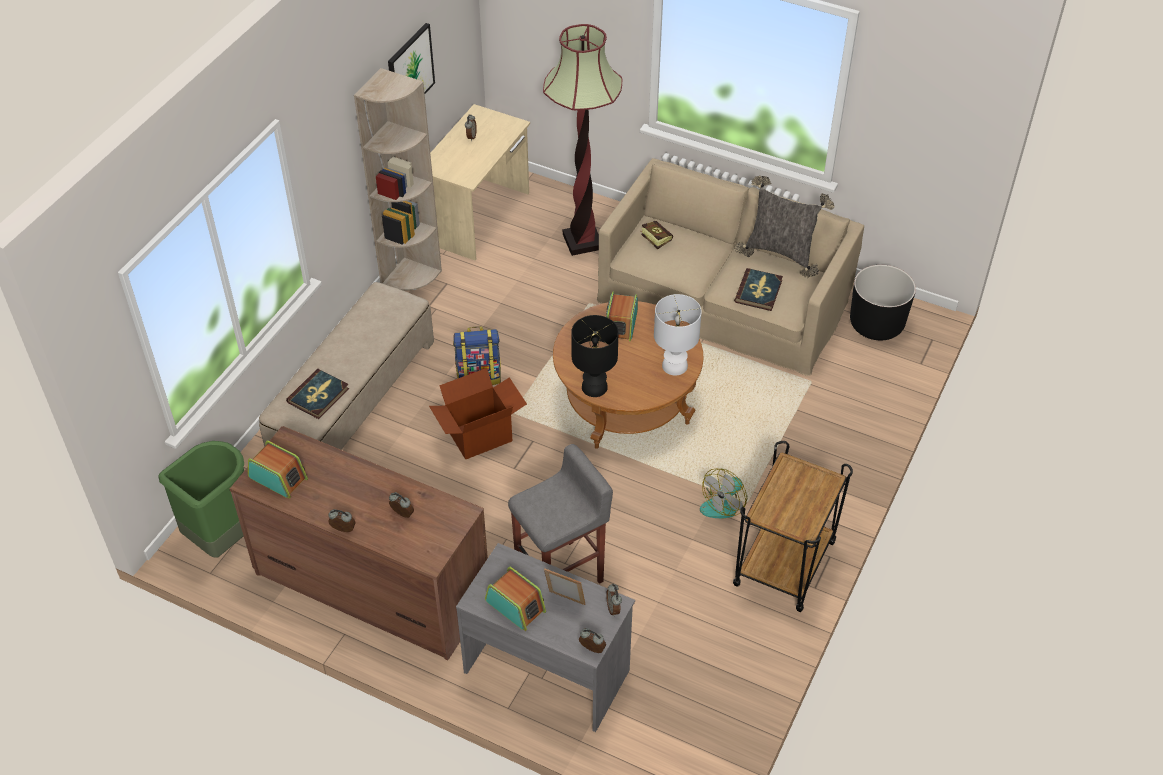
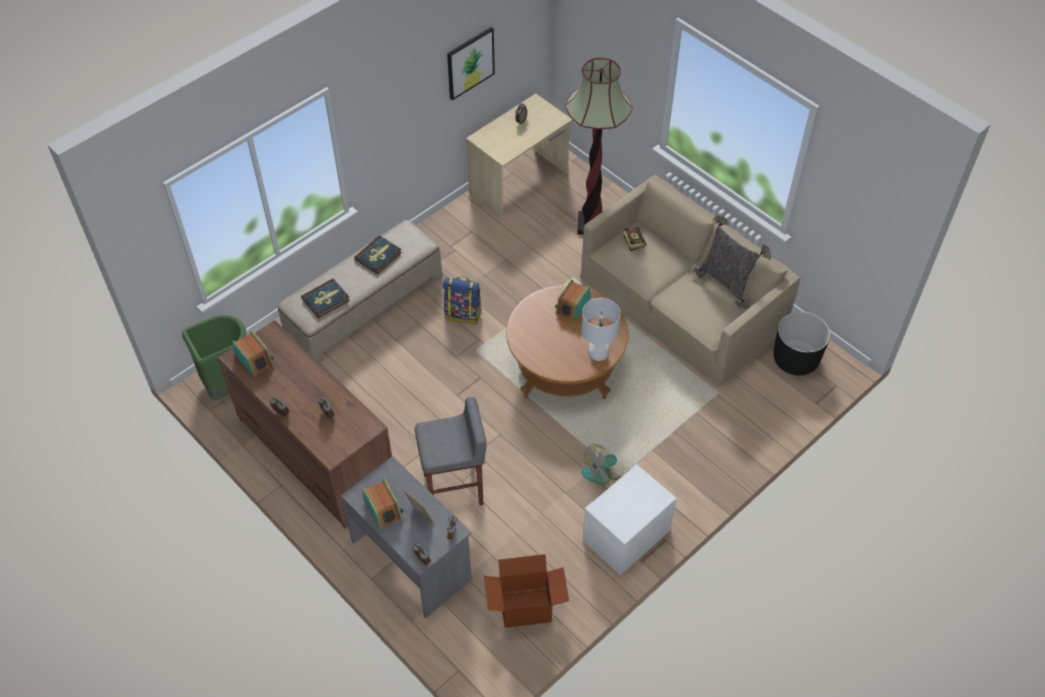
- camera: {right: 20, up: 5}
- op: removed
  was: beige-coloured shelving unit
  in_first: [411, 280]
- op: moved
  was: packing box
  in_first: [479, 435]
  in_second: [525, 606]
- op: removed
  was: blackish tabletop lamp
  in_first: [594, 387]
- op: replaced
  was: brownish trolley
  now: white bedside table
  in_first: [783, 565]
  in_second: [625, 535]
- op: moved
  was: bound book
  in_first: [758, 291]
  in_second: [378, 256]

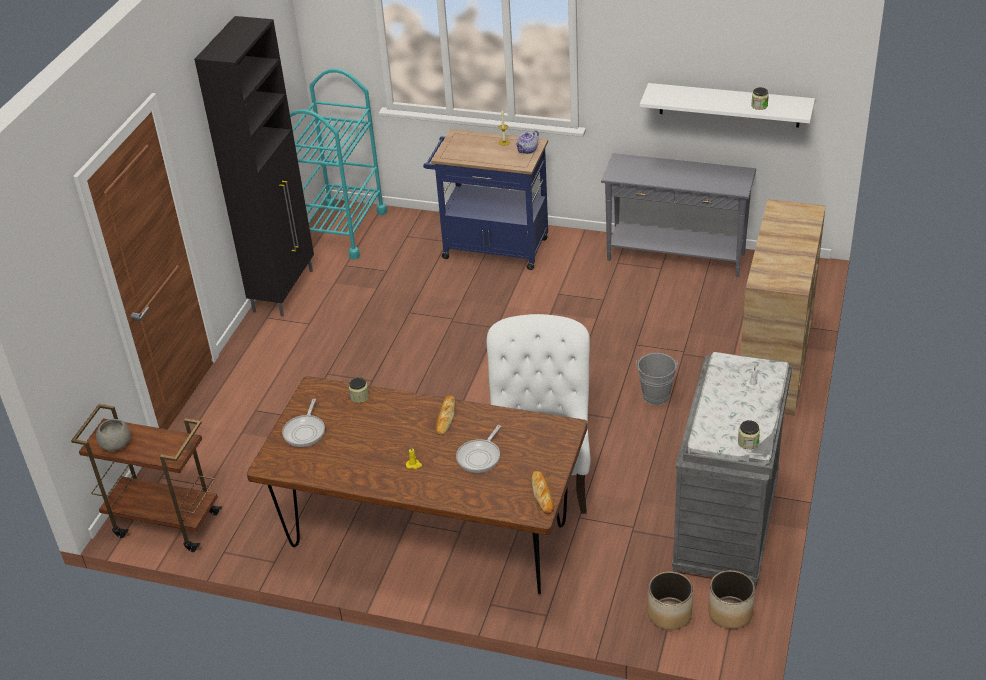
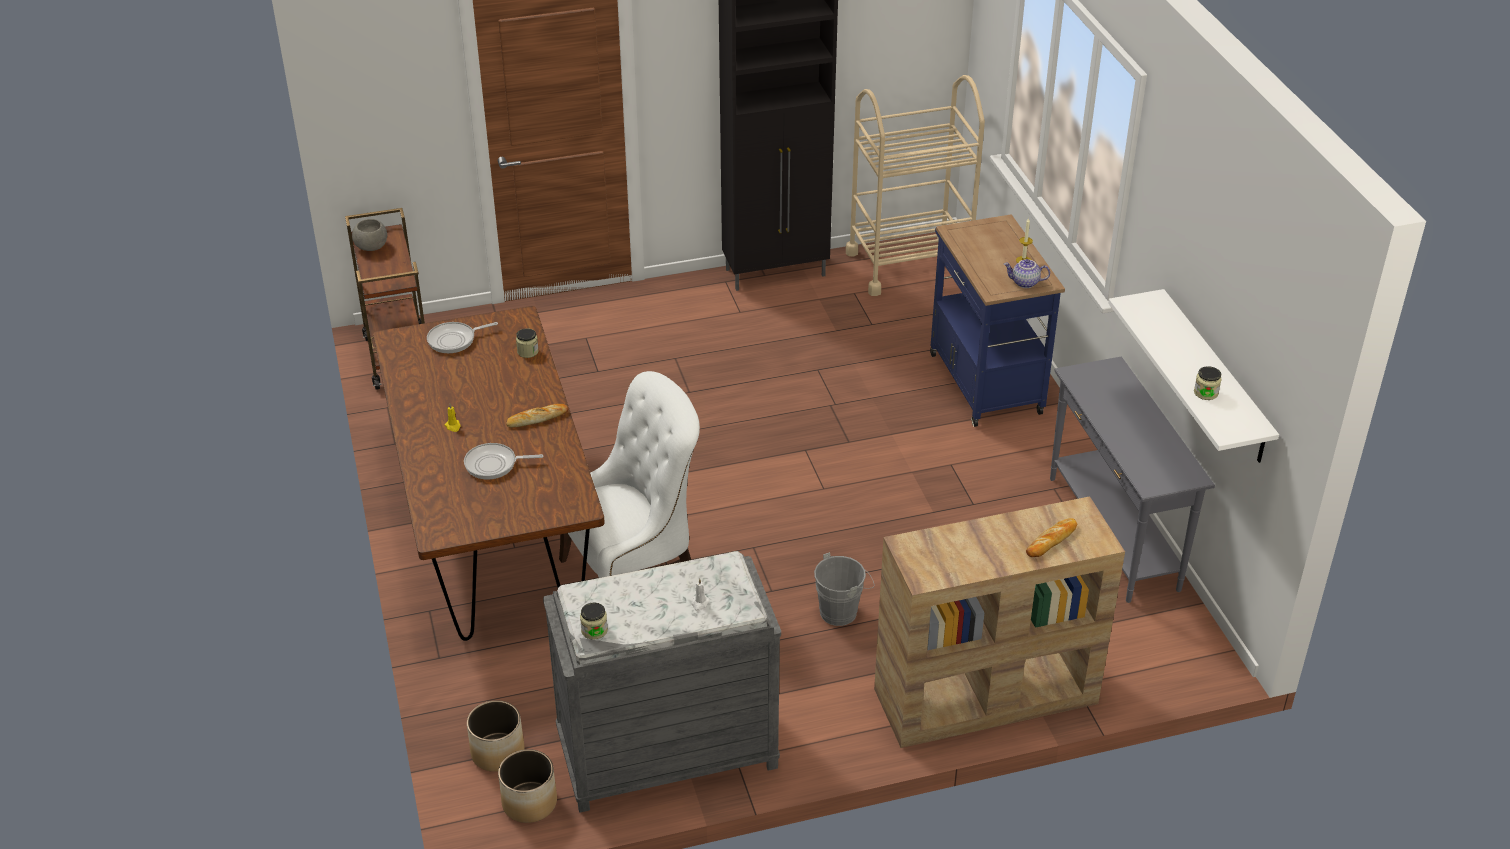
- camera: {right: 55, up: 0}
- op: recoloured
  was: turquoise trolley
  now: beige-coloured trolley
  in_first: [342, 230]
  in_second: [909, 265]
- op: moved
  was: bakery bread
  in_first: [542, 494]
  in_second: [1051, 540]

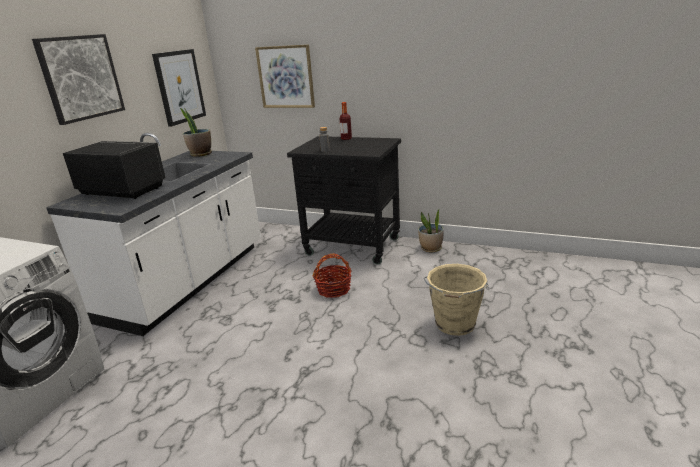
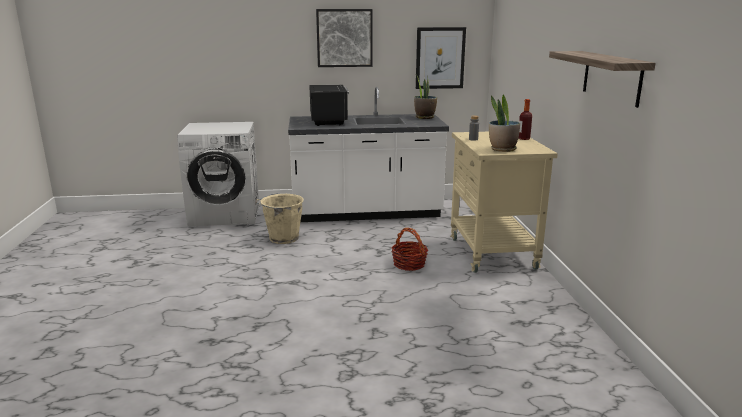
- camera: {right: 60, up: -5}
- op: removed
  was: wall picture
  in_first: [286, 77]
- op: recoloured
  was: blackish trolley
  now: beige-coloured trolley
  in_first: [353, 247]
  in_second: [492, 254]
- op: moved
  was: houseplant
  in_first: [431, 248]
  in_second: [502, 149]
- op: moved
  was: beige-coloured pail
  in_first: [454, 325]
  in_second: [282, 238]
- op: added
  now: wall shelf
  in_second: [611, 77]

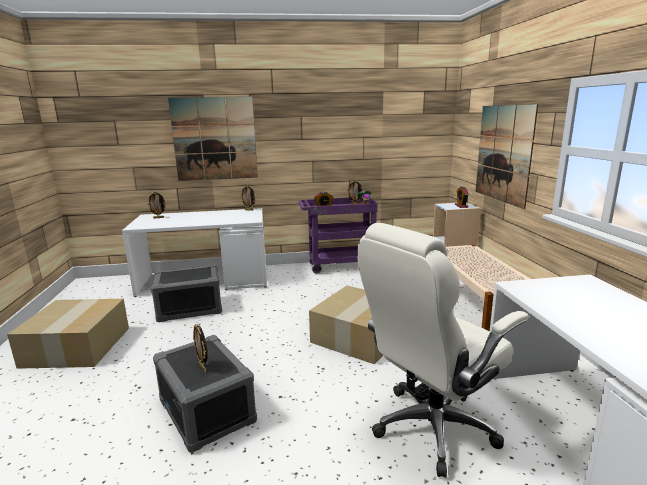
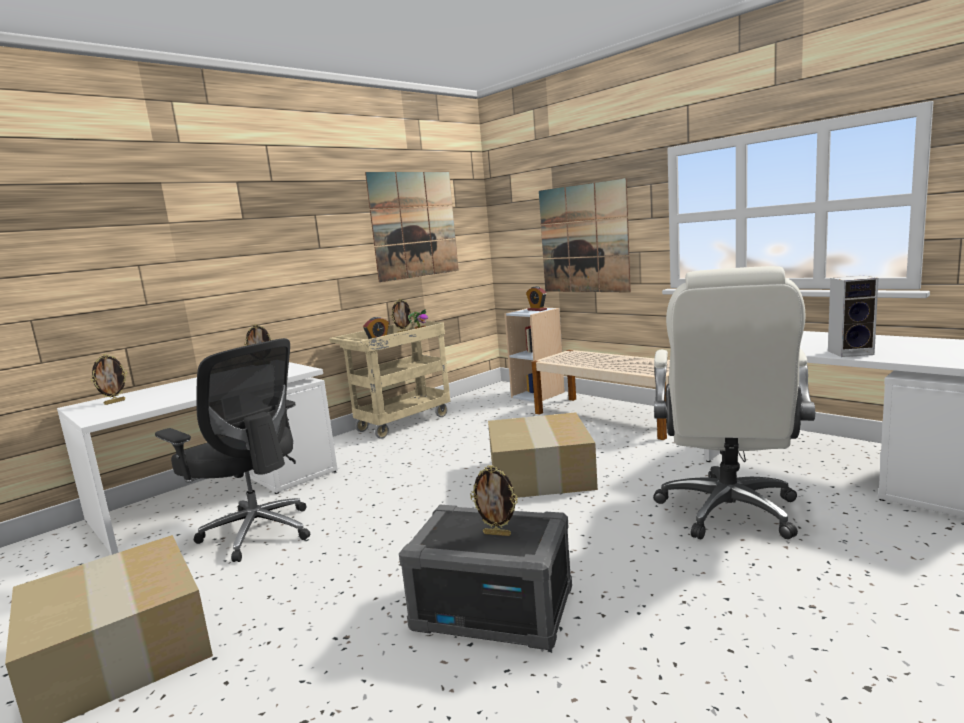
- camera: {right: -35, up: -5}
- op: replaced
  was: greyish storage container
  now: office chair
  in_first: [189, 309]
  in_second: [256, 531]
- op: moved
  was: wall picture
  in_first: [214, 139]
  in_second: [414, 225]
- op: recoloured
  was: purplish trolley
  now: beige-coloured trolley
  in_first: [338, 267]
  in_second: [400, 425]
- op: added
  now: audio speaker
  in_second: [851, 352]

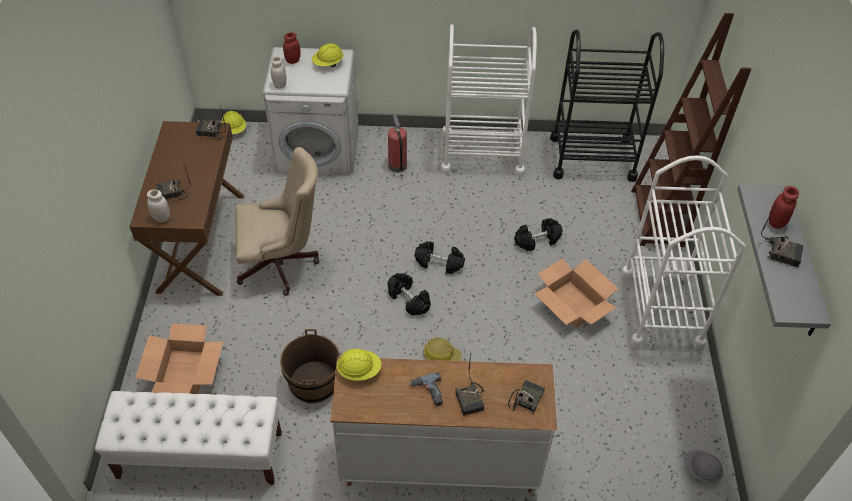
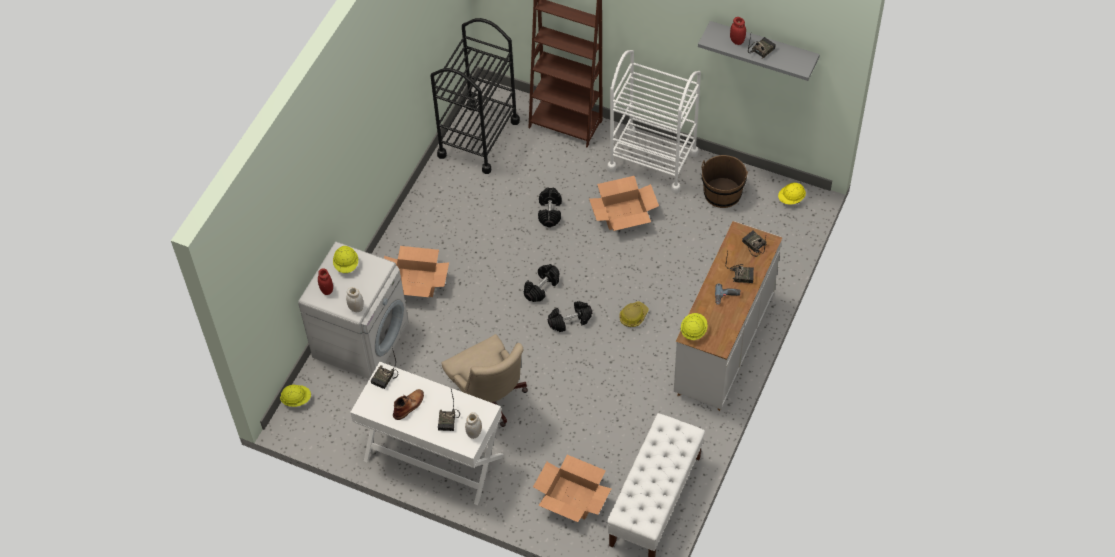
- camera: {right: -65, up: 5}
- op: recoloured
  was: brownish desk unit
  now: white desk unit
  in_first: [201, 242]
  in_second: [433, 458]
- op: turned
  was: beige-coloured office chair
  in_first: [282, 264]
  in_second: [489, 401]
  clockwise: 135
- op: moved
  was: brownish pail
  in_first: [313, 382]
  in_second: [722, 193]
- op: replaced
  was: fire-fighting cylinder
  now: packing box
  in_first: [397, 166]
  in_second: [415, 282]
- op: removed
  was: white trolley
  in_first: [482, 153]
- op: recoloured
  was: greyish safety helmet
  now: yellow-coloured safety helmet
  in_first: [700, 471]
  in_second: [791, 199]
- op: added
  now: brownish high-top boot
  in_second: [409, 405]

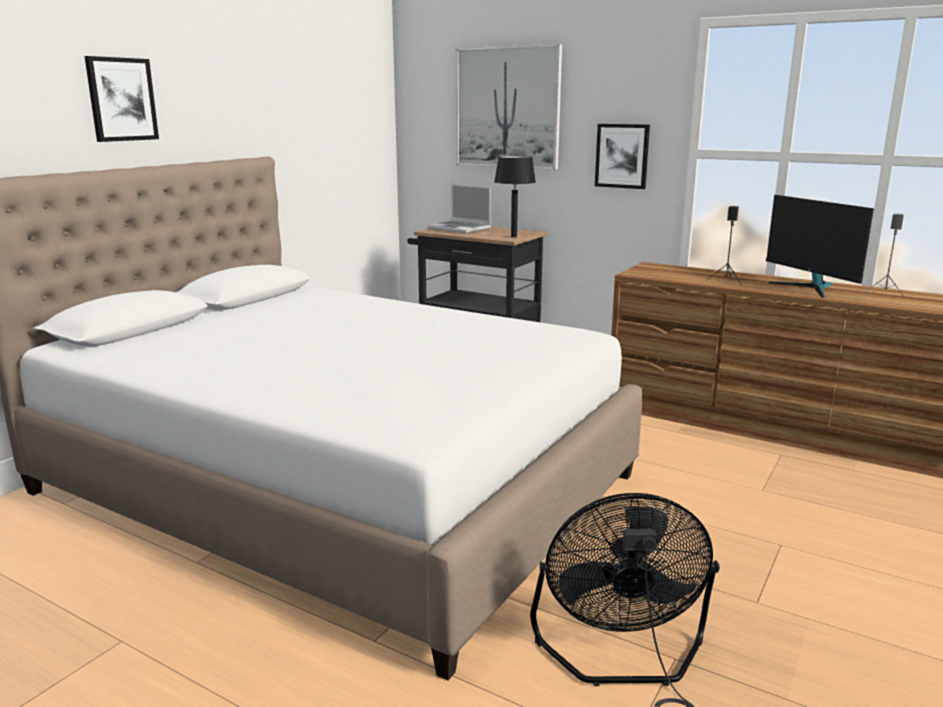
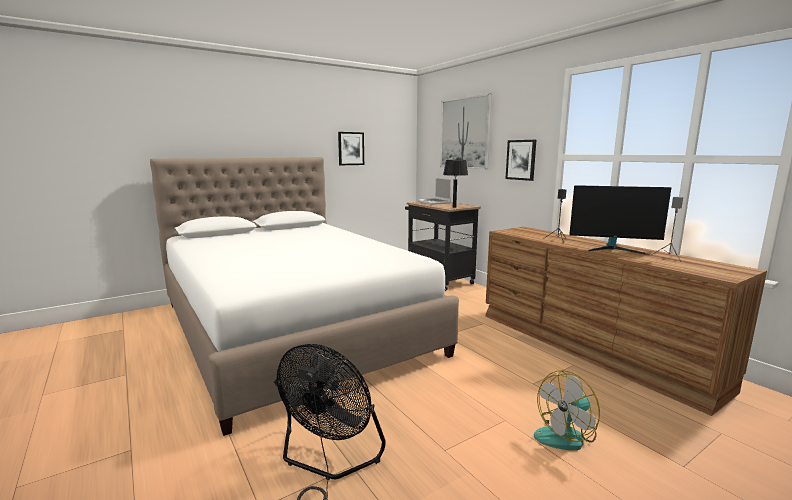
- camera: {right: 25, up: -5}
- op: moved
  was: wall picture
  in_first: [121, 99]
  in_second: [351, 148]
- op: turned
  was: computer screen
  in_first: [811, 288]
  in_second: [613, 249]
  clockwise: -75
- op: added
  now: cooling fan
  in_second: [566, 435]

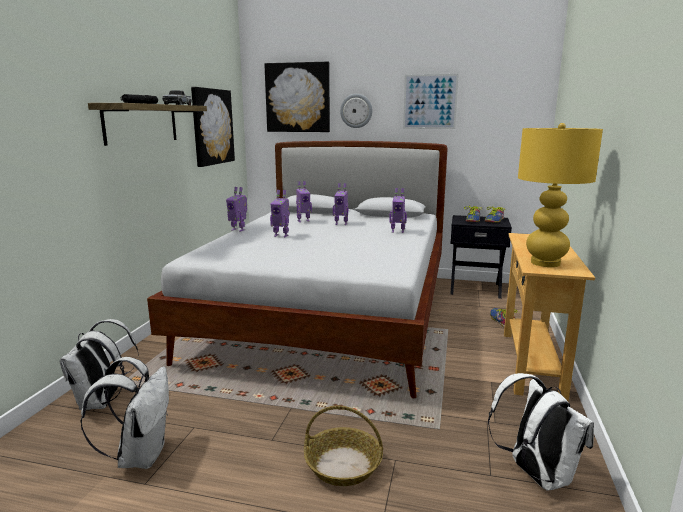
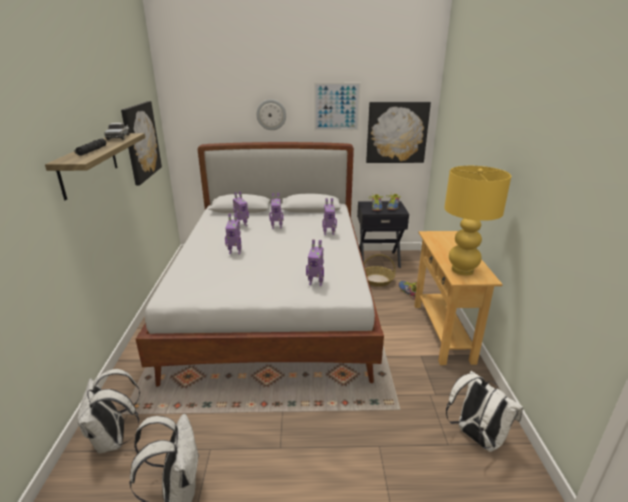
- camera: {right: -15, up: 10}
- op: moved
  was: toy robot
  in_first: [238, 230]
  in_second: [316, 283]
- op: moved
  was: wall picture
  in_first: [298, 97]
  in_second: [396, 132]
- op: moved
  was: household basket
  in_first: [342, 465]
  in_second: [377, 280]

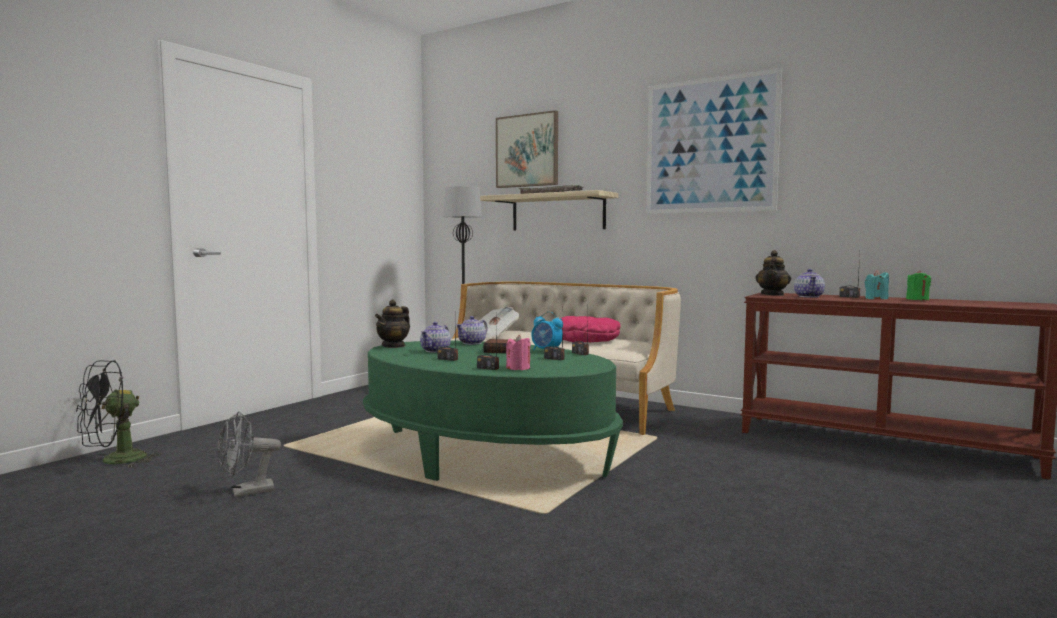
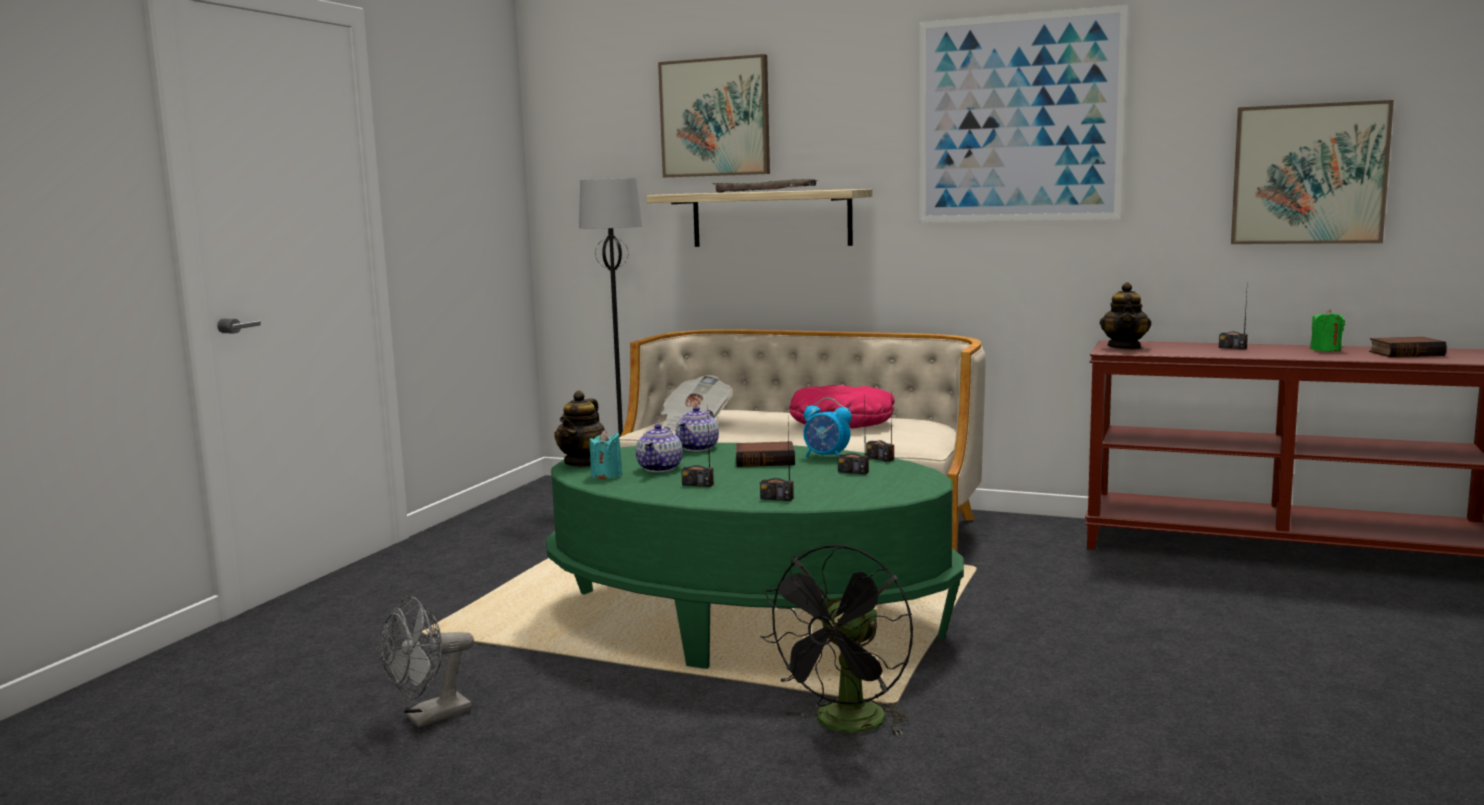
- camera: {right: -10, up: 5}
- op: moved
  was: blackish cooling fan
  in_first: [115, 461]
  in_second: [846, 726]
- op: removed
  was: pink wax candle
  in_first: [518, 368]
- op: removed
  was: tea pot
  in_first: [809, 296]
- op: moved
  was: turquoise wax candle
  in_first: [876, 299]
  in_second: [606, 475]
- op: added
  now: wall picture
  in_second: [1308, 174]
- op: added
  now: bound book
  in_second: [1406, 353]

